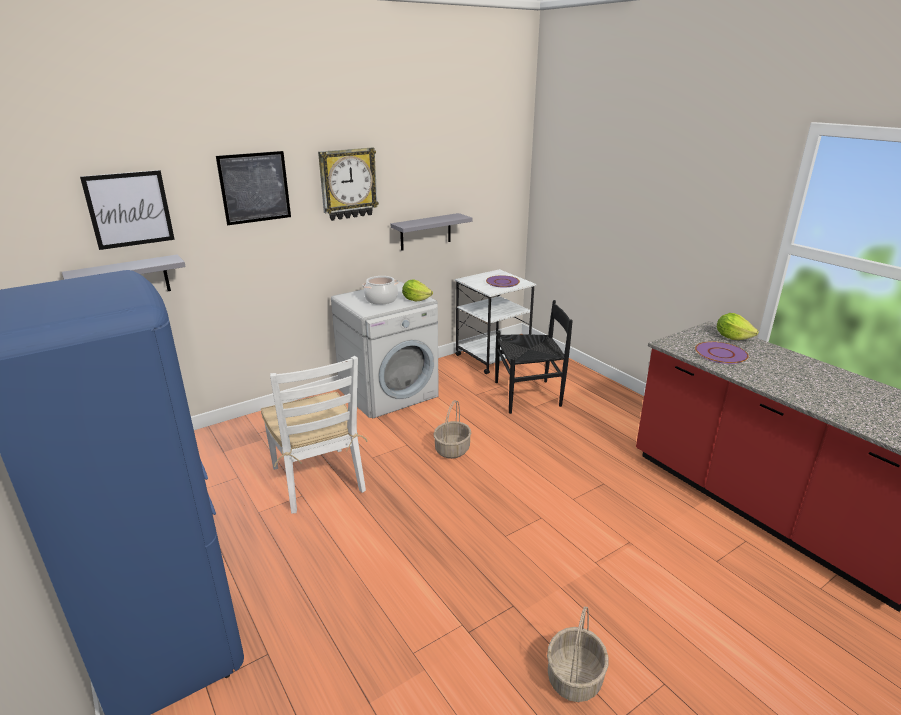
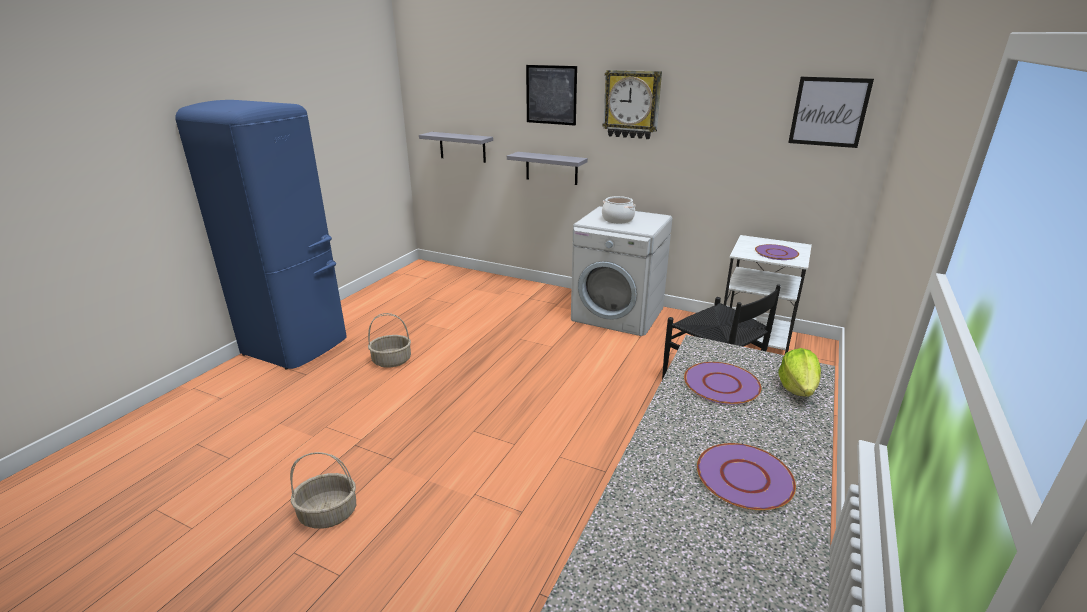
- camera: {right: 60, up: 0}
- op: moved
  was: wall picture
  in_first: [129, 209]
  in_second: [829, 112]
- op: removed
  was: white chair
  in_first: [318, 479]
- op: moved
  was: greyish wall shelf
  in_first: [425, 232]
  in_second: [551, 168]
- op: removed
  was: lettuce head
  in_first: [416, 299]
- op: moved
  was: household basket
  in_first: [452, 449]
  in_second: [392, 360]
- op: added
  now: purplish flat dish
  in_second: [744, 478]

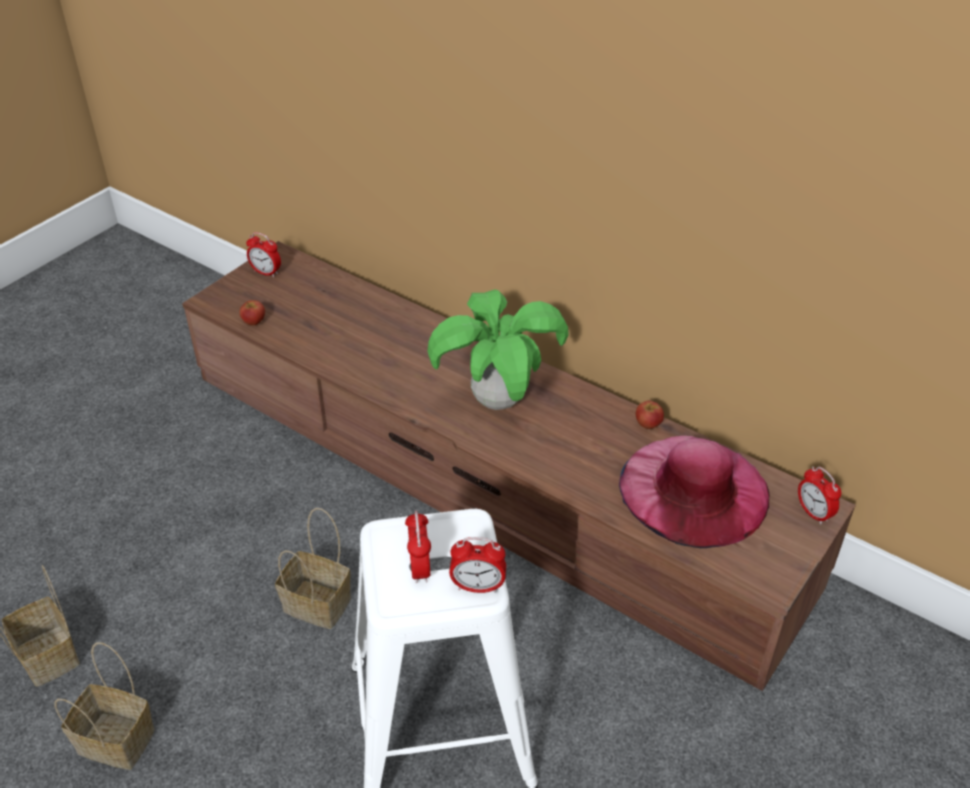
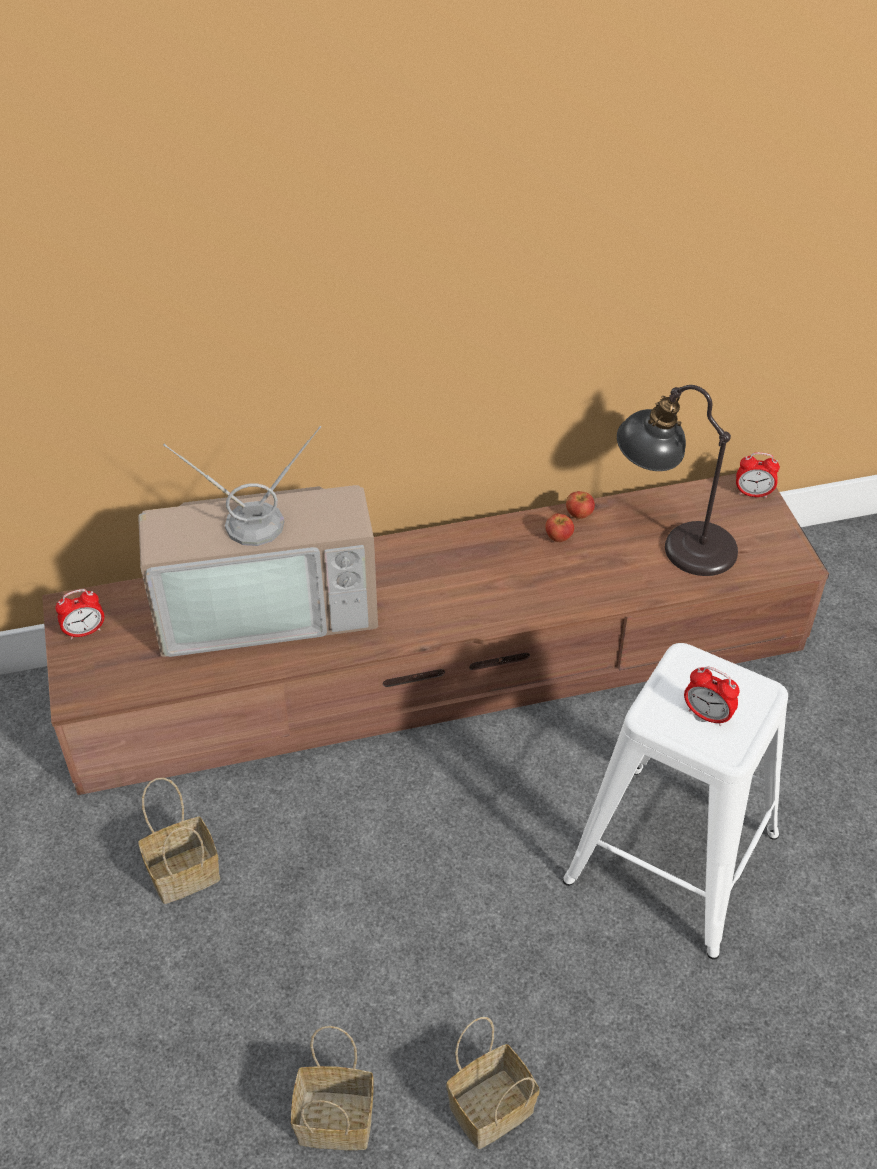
- camera: {right: -50, up: 5}
- op: moved
  was: apple
  in_first: [254, 322]
  in_second: [558, 537]
- op: moved
  was: household basket
  in_first: [319, 604]
  in_second: [186, 872]
- op: removed
  was: houseplant
  in_first: [498, 400]
- op: removed
  was: table clock
  in_first: [478, 587]
- op: replaced
  was: pink wearable hat
  now: greyish tabletop lamp
  in_first: [694, 490]
  in_second: [671, 536]
- op: added
  now: television
  in_second: [268, 605]

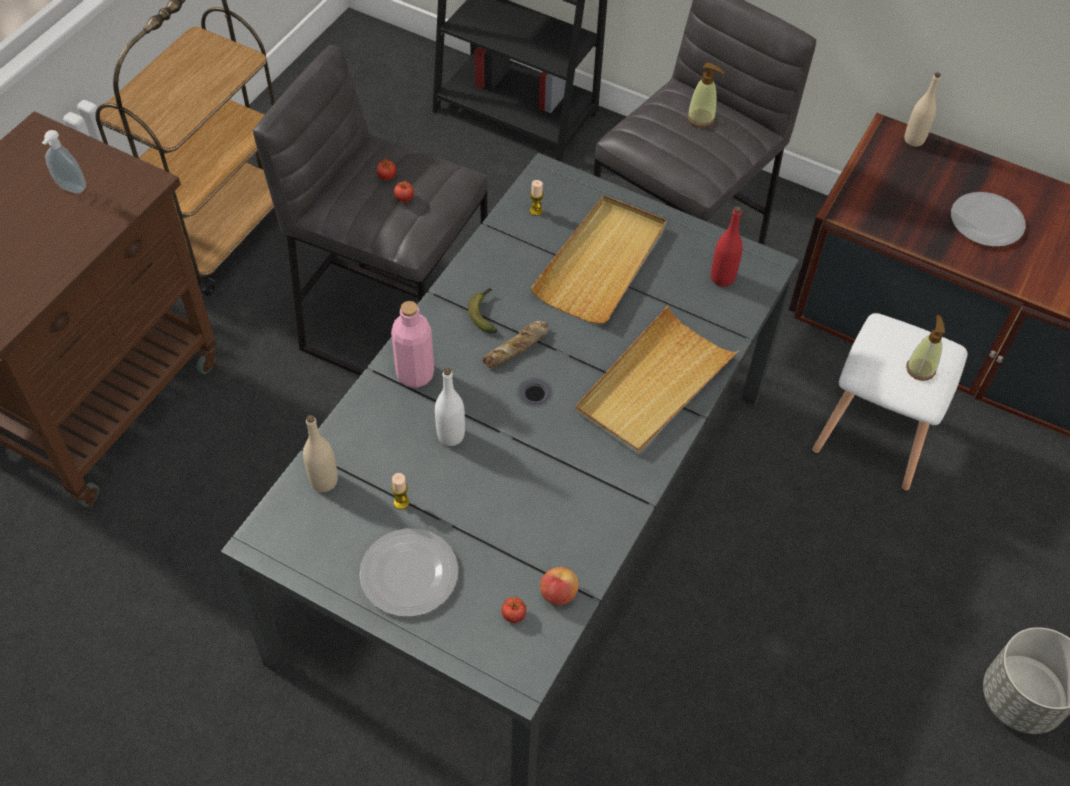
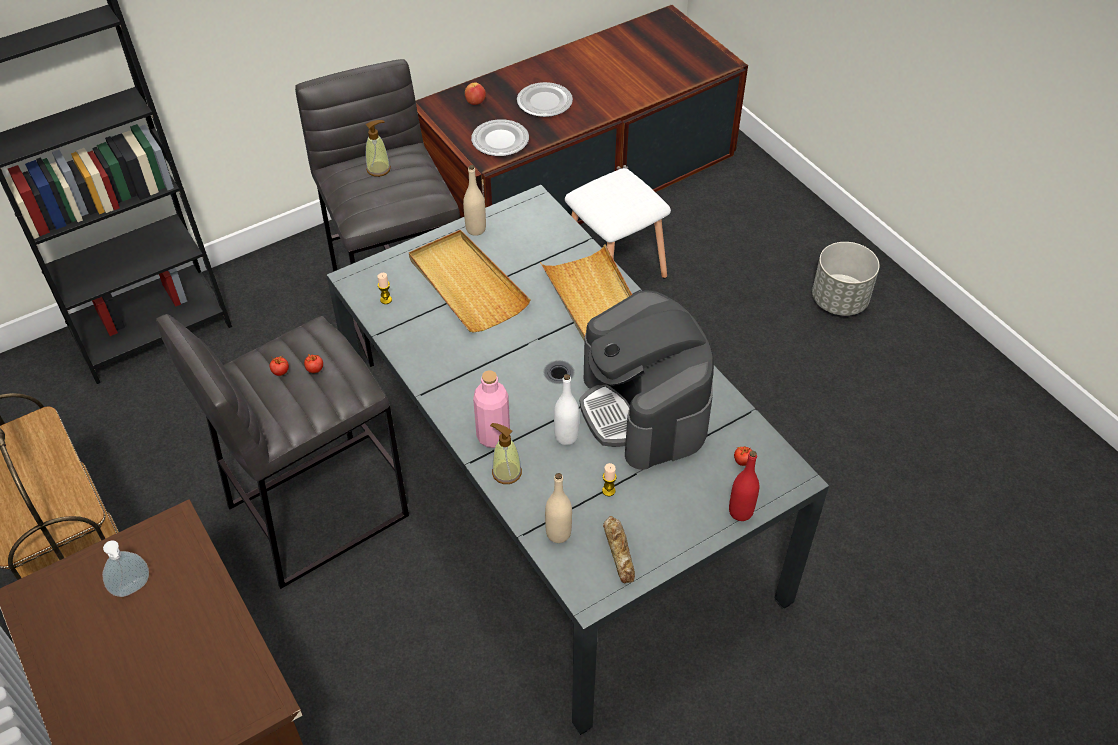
- camera: {right: -60, up: -5}
- op: moved
  was: flat dish
  in_first: [410, 575]
  in_second: [501, 140]
- op: removed
  was: whole banana
  in_first: [484, 313]
- op: moved
  was: bakery bread
  in_first: [517, 348]
  in_second: [619, 552]
- op: moved
  was: apple
  in_first: [558, 594]
  in_second: [475, 102]
- op: moved
  was: red drink bottle
  in_first: [722, 278]
  in_second: [740, 512]
- op: moved
  was: beige-coloured drink bottle
  in_first: [914, 140]
  in_second: [476, 229]
- op: moved
  was: liquid soap bottle
  in_first: [920, 369]
  in_second: [506, 472]
- op: added
  now: coffee maker
  in_second: [644, 409]

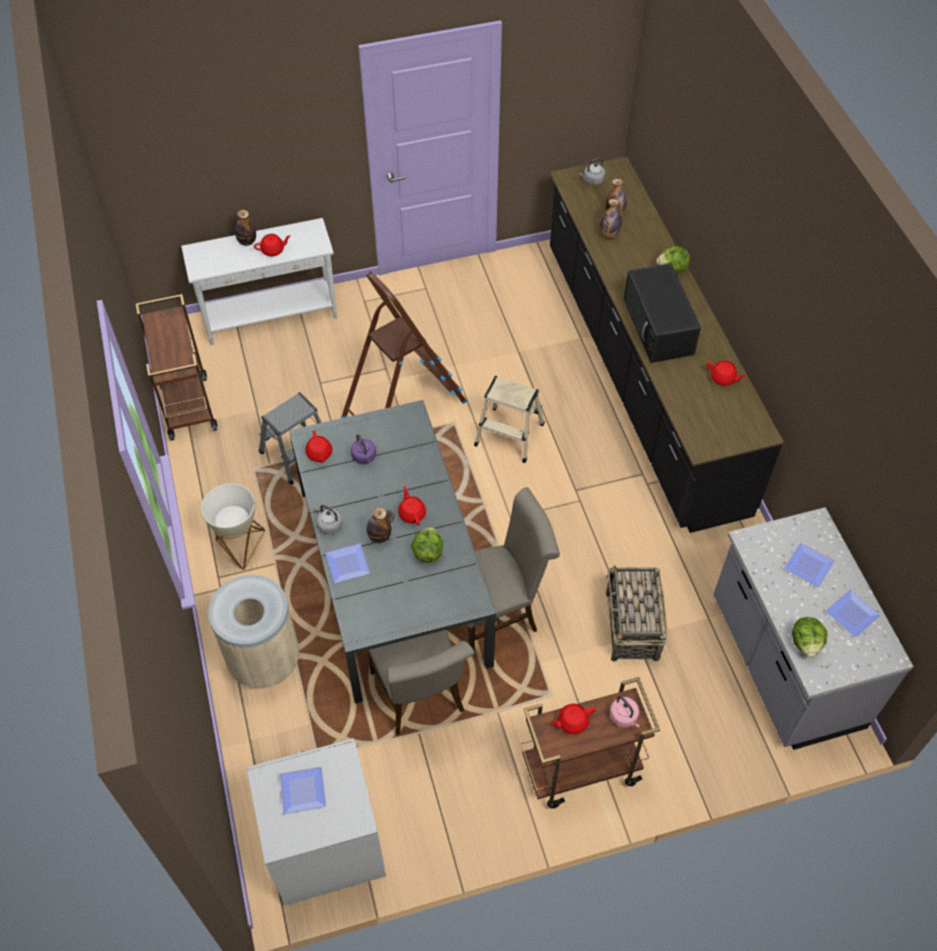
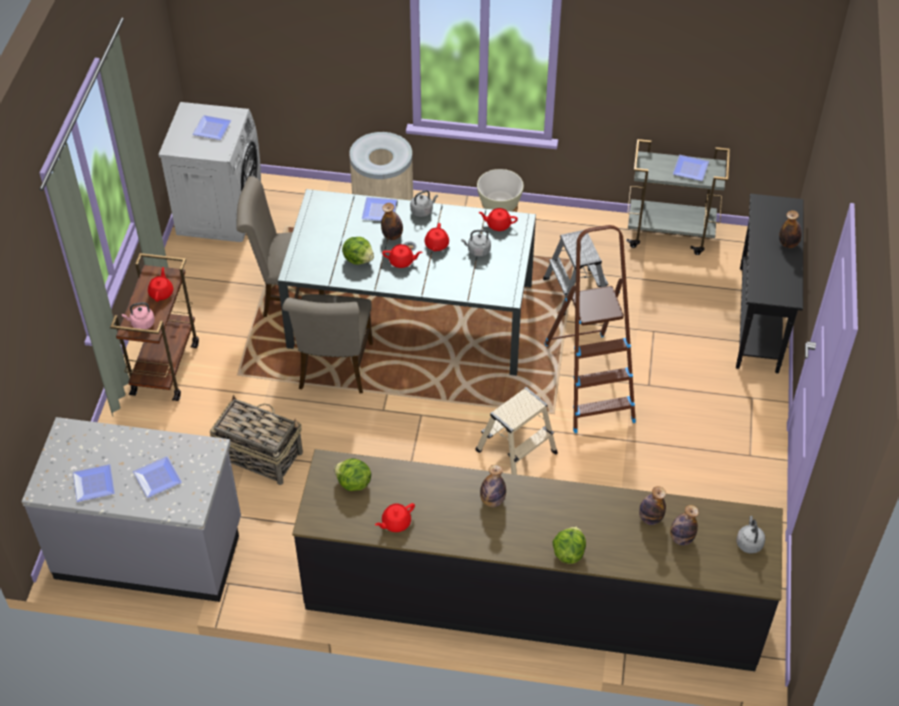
- camera: {right: 115, up: -5}
- op: recoloured
  was: brownish trolley
  now: greyish trolley
  in_first: [188, 405]
  in_second: [670, 236]
- op: recoloured
  was: white hall table
  now: blackish hall table
  in_first: [271, 317]
  in_second: [759, 320]
- op: moved
  was: red tea pot
  in_first: [273, 250]
  in_second: [436, 245]
- op: recoloured
  was: purplish tea kettle
  now: greyish tea kettle
  in_first: [364, 457]
  in_second: [477, 251]
- op: replaced
  was: blackish kitchen microwave
  now: drink bottle
  in_first: [659, 327]
  in_second: [492, 501]
- op: moved
  was: lettuce head
  in_first: [806, 643]
  in_second: [353, 483]
- op: added
  now: flat dish
  in_second: [689, 168]

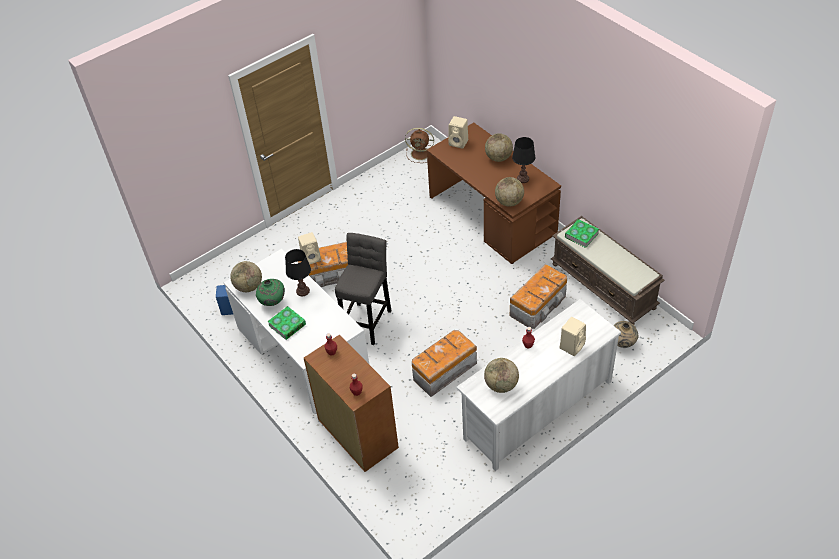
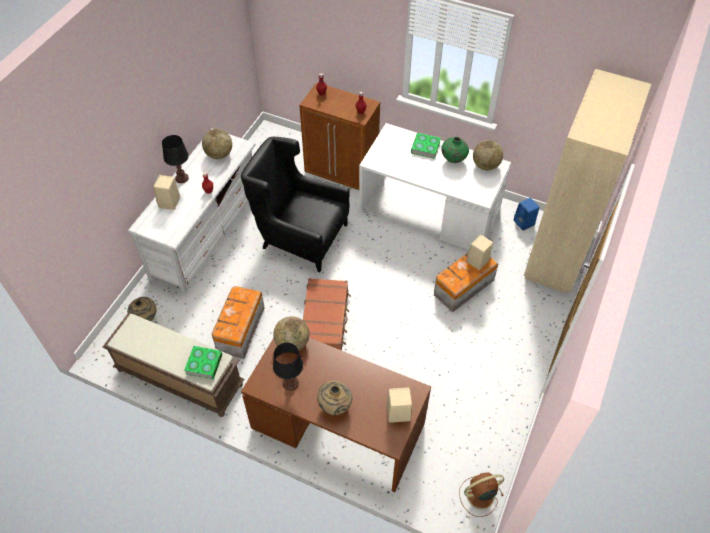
- camera: {right: 150, up: 5}
- op: moved
  was: blackish tabletop lamp
  in_first: [303, 291]
  in_second: [182, 178]
- op: removed
  was: greyish stool seat
  in_first: [368, 321]
- op: replaced
  was: storage container
  now: blackish lounge chair
  in_first: [443, 371]
  in_second: [300, 236]
- op: replaced
  was: world globe
  now: beige-coloured decorative vase
  in_first: [498, 158]
  in_second: [335, 406]
- op: added
  now: brownish travel case
  in_second: [325, 320]
- op: added
  now: beige-coloured wardrobe
  in_second: [557, 254]

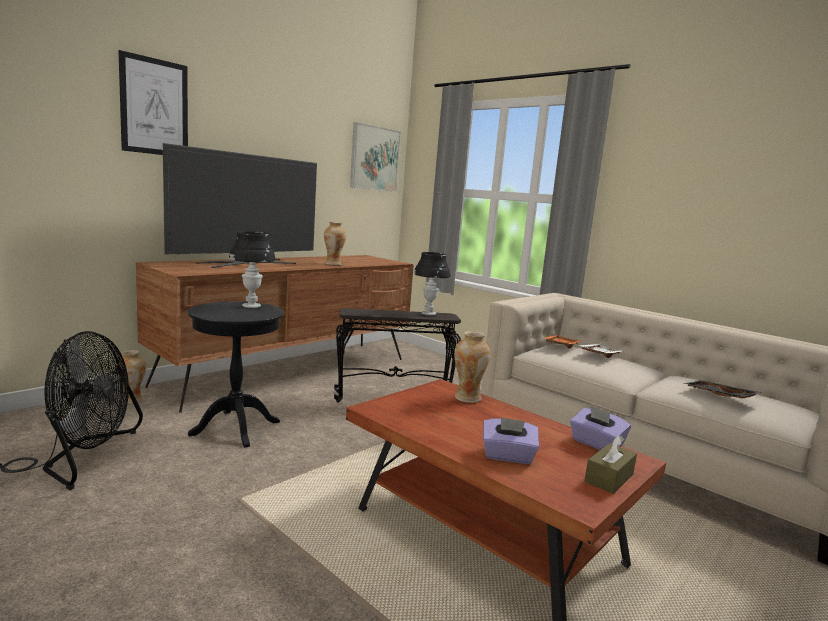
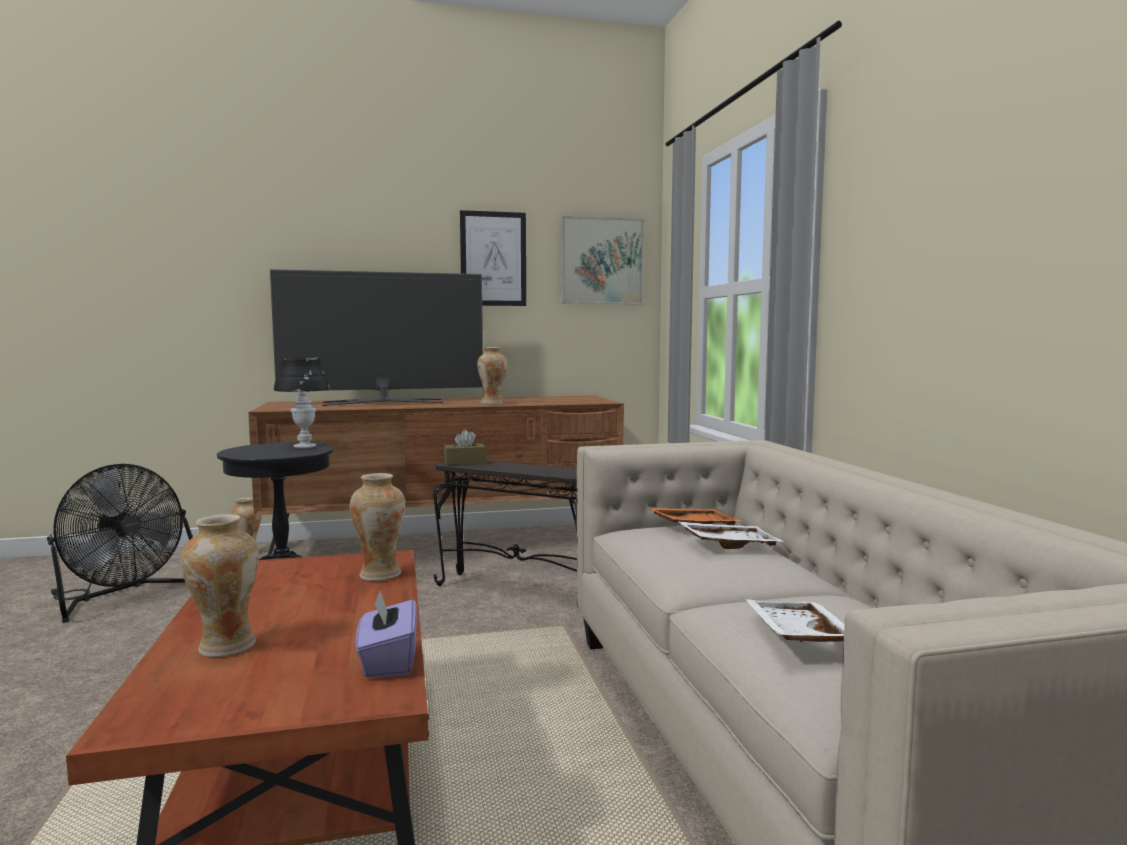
- camera: {right: 35, up: -5}
- op: moved
  was: wall picture
  in_first: [154, 107]
  in_second: [493, 259]
- op: removed
  was: blackish tabletop lamp
  in_first: [428, 314]
- op: replaced
  was: purplish box of tissues
  now: decorative vase
  in_first: [507, 456]
  in_second: [226, 646]
- op: moved
  was: brownish box of tissues
  in_first: [609, 478]
  in_second: [465, 462]
- op: recoloured
  was: blackish tray
  now: white tray
  in_first: [718, 396]
  in_second: [795, 636]

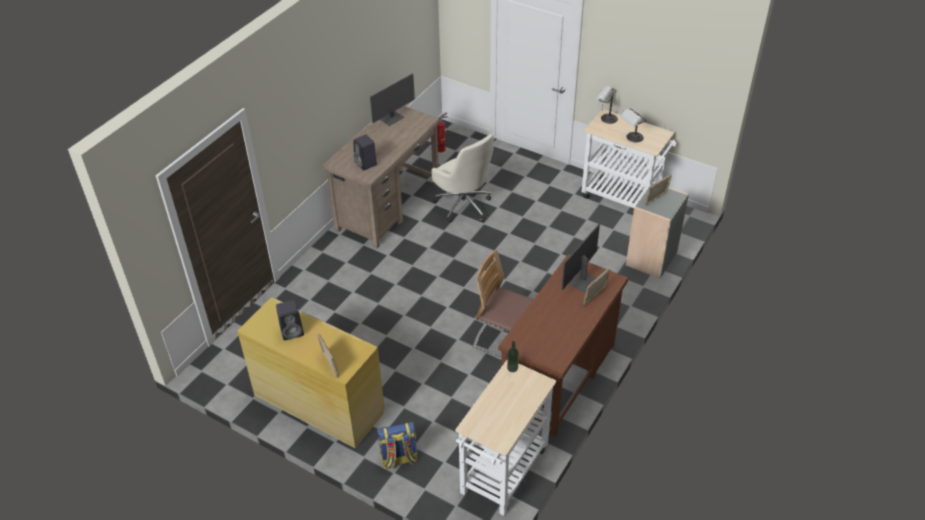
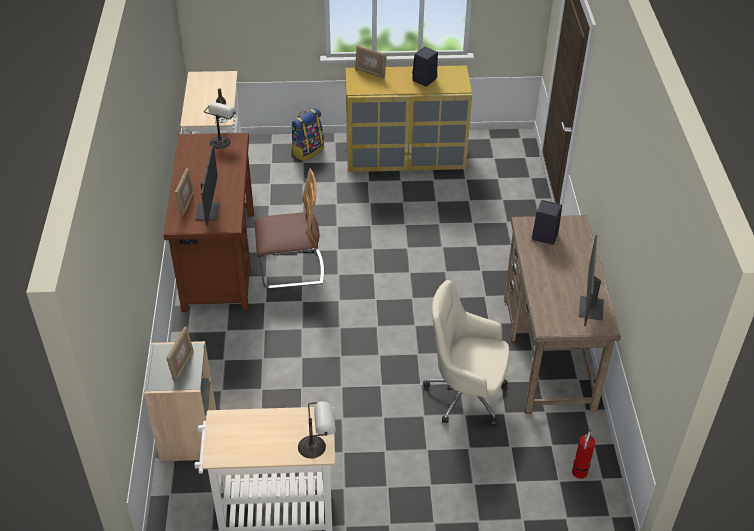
- camera: {right: 145, up: 0}
- op: moved
  was: tabletop lamp
  in_first: [632, 138]
  in_second: [221, 139]

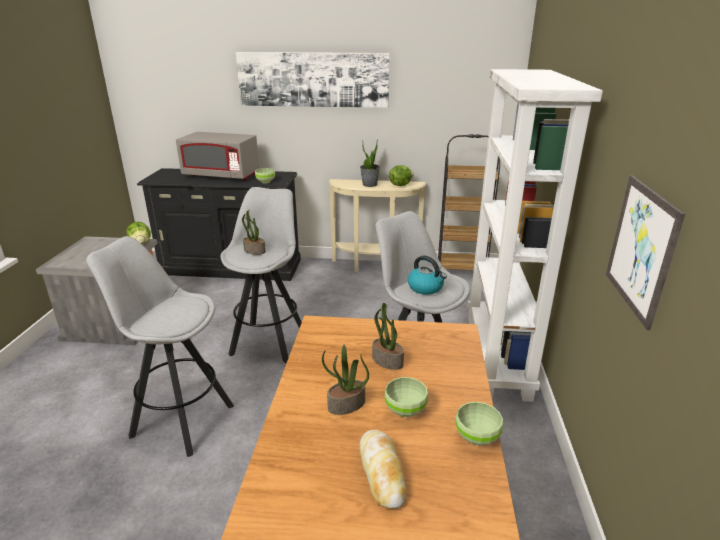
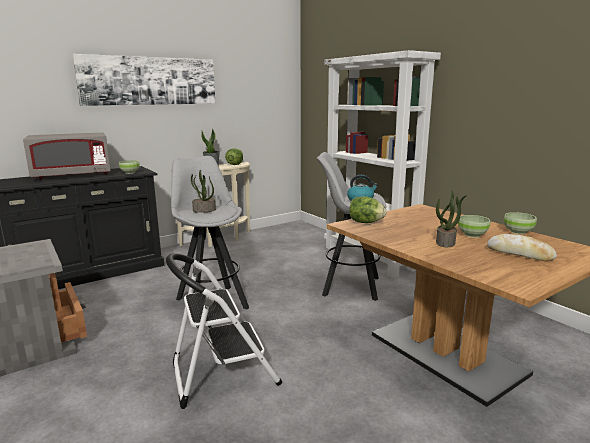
- camera: {right: -40, up: -10}
- op: replaced
  was: greyish stool seat
  now: step ladder
  in_first: [180, 419]
  in_second: [221, 373]
- op: moved
  was: lettuce head
  in_first: [141, 244]
  in_second: [365, 222]
- op: removed
  was: houseplant
  in_first: [386, 361]
- op: removed
  was: brownish trolley
  in_first: [461, 272]
- op: removed
  was: wall picture
  in_first: [641, 248]

